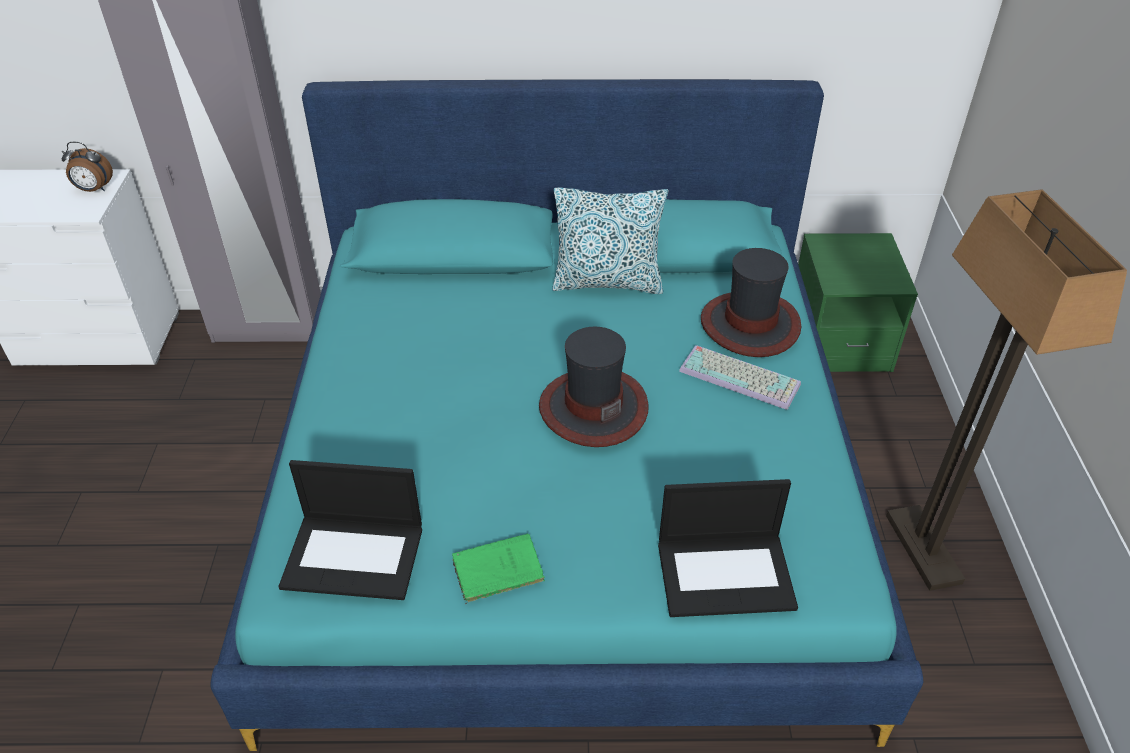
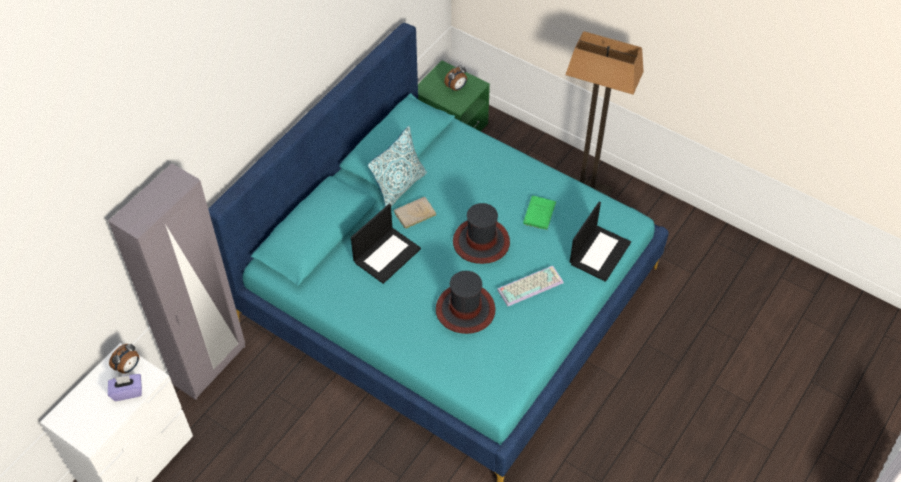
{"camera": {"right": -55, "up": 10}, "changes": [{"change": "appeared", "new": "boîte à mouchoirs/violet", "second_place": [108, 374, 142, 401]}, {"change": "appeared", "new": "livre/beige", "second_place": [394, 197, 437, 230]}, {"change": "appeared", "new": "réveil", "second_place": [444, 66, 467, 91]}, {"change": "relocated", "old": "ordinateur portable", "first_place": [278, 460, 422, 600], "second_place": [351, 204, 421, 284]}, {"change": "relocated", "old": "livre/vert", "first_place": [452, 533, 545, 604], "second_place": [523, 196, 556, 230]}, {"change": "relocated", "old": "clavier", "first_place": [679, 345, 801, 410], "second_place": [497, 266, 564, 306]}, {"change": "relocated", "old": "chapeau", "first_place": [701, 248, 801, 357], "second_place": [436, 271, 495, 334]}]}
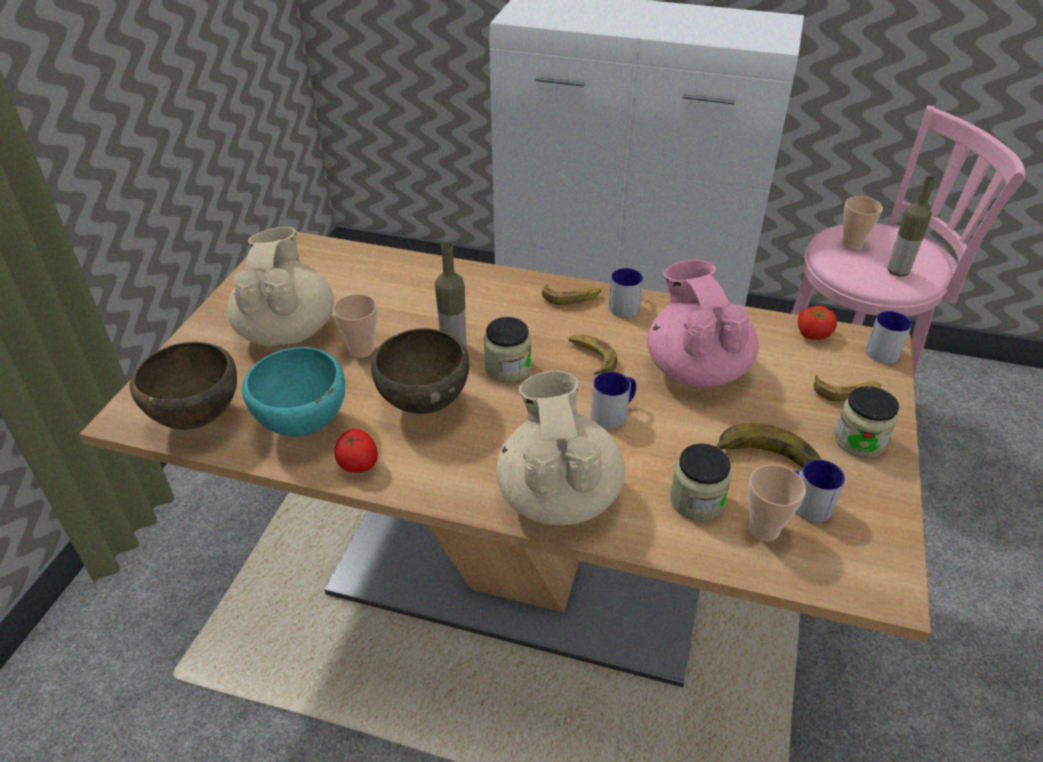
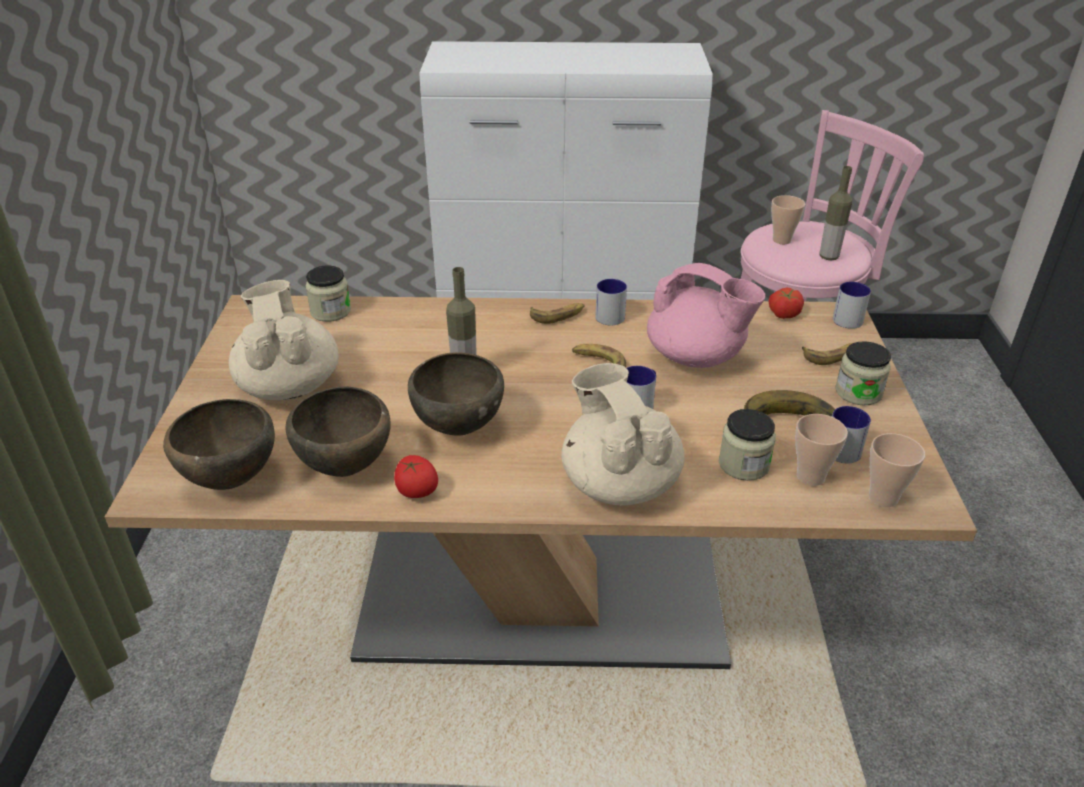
{"camera": {"right": -15, "up": -5}, "changes": [{"change": "relocated", "old": "tasse", "first_place": [333, 294, 377, 358], "second_place": [869, 433, 925, 507]}, {"change": "relocated", "old": "bocal", "first_place": [484, 317, 531, 382], "second_place": [305, 266, 351, 322]}, {"change": "colour", "old": "bol/turquoise", "new": "bol/marron", "first_place": [242, 347, 345, 437], "second_place": [286, 386, 391, 477]}, {"change": "spun", "old": "théière/rose", "first_place": [647, 260, 758, 387], "second_place": [647, 263, 765, 368], "degrees": 150}]}
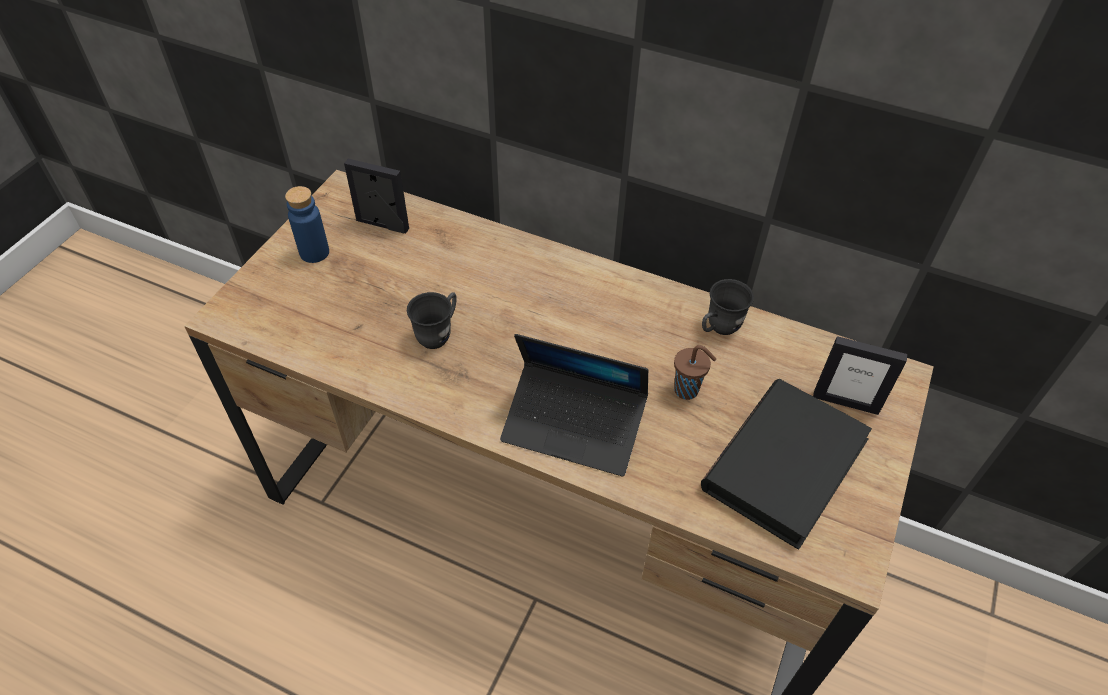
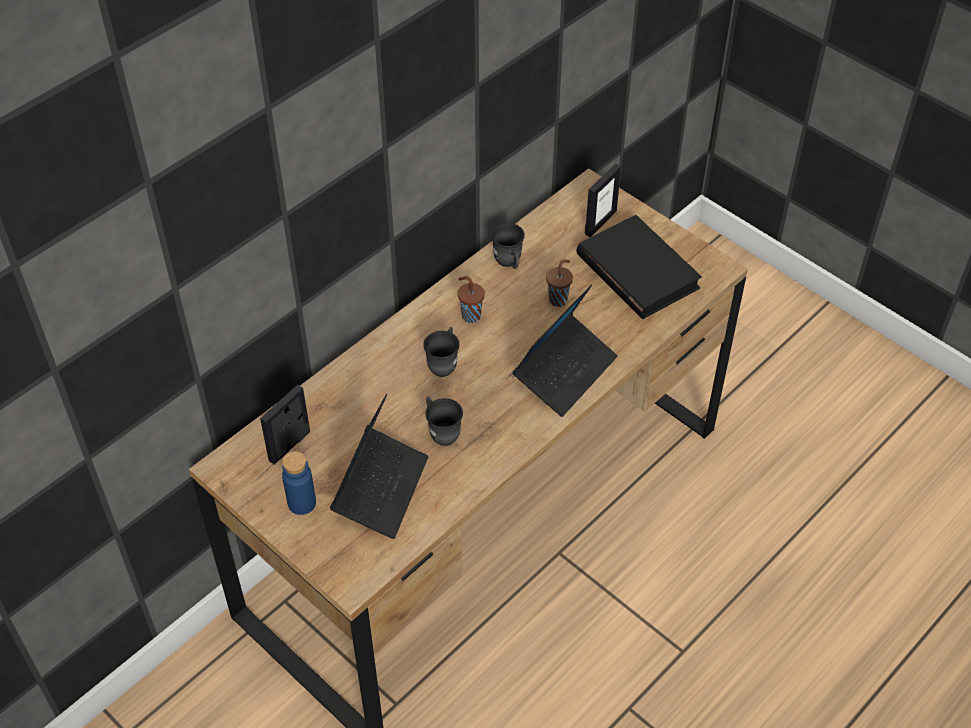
{"camera": {"right": -70, "up": 0}, "changes": [{"change": "appeared", "new": "ordinateur portable", "second_place": [330, 394, 428, 539]}, {"change": "appeared", "new": "mug/gris", "second_place": [423, 327, 460, 377]}, {"change": "appeared", "new": "tasse/marron", "second_place": [458, 276, 485, 323]}]}
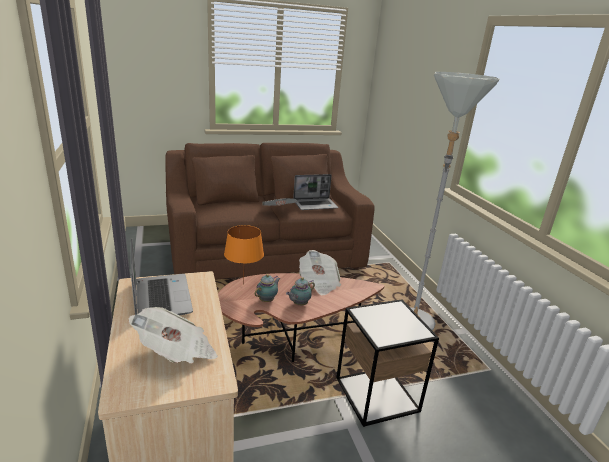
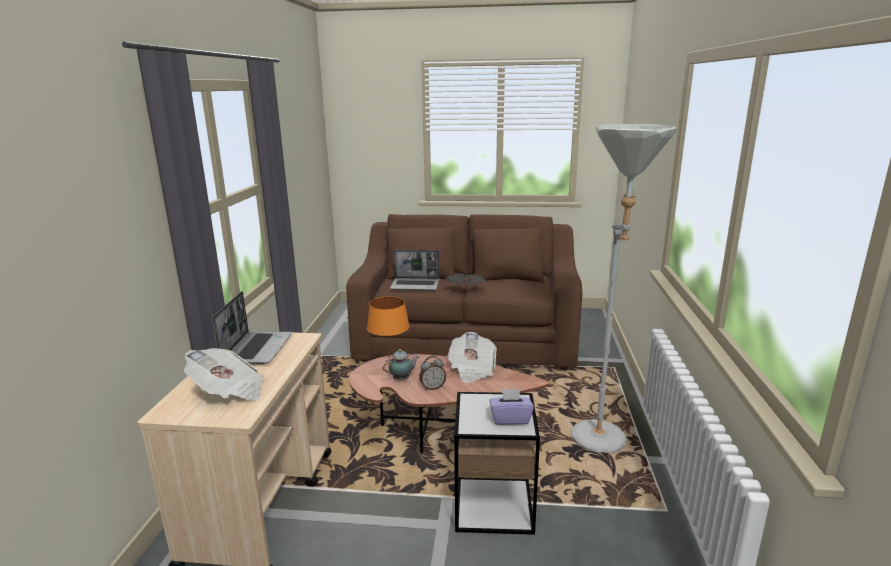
{"camera": {"right": 25, "up": -5}, "changes": [{"change": "appeared", "new": "boîte à mouchoirs/violet", "second_place": [490, 389, 534, 425]}, {"change": "relocated", "old": "ordinateur portable", "first_place": [293, 174, 338, 210], "second_place": [390, 250, 440, 290]}, {"change": "exchanged", "old": "théière", "new": "réveil", "first_place": [286, 277, 315, 305], "second_place": [419, 356, 446, 390]}]}
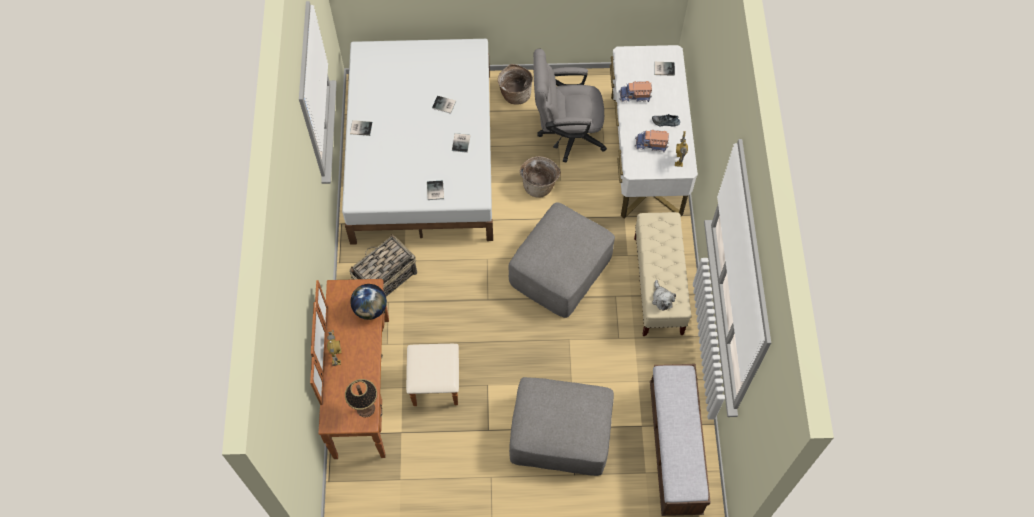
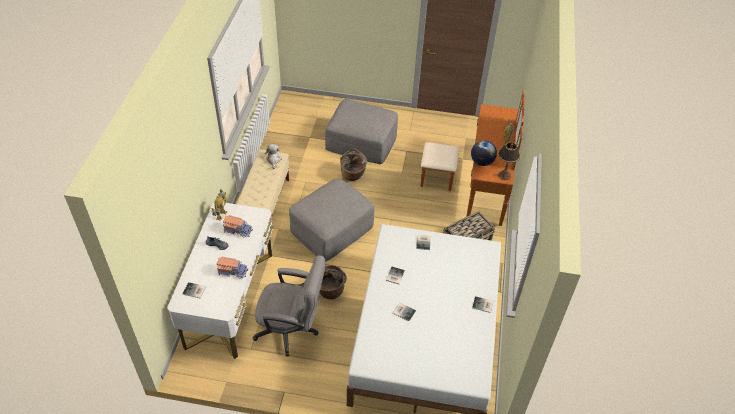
{"camera": {"right": -170, "up": -15}, "changes": [{"change": "missing", "old": "banc", "first_place": [650, 364, 711, 516]}, {"change": "relocated", "old": "lampe de table", "first_place": [345, 379, 377, 417], "second_place": [498, 142, 521, 180]}, {"change": "relocated", "old": "panier", "first_place": [498, 64, 533, 105], "second_place": [340, 149, 367, 181]}]}
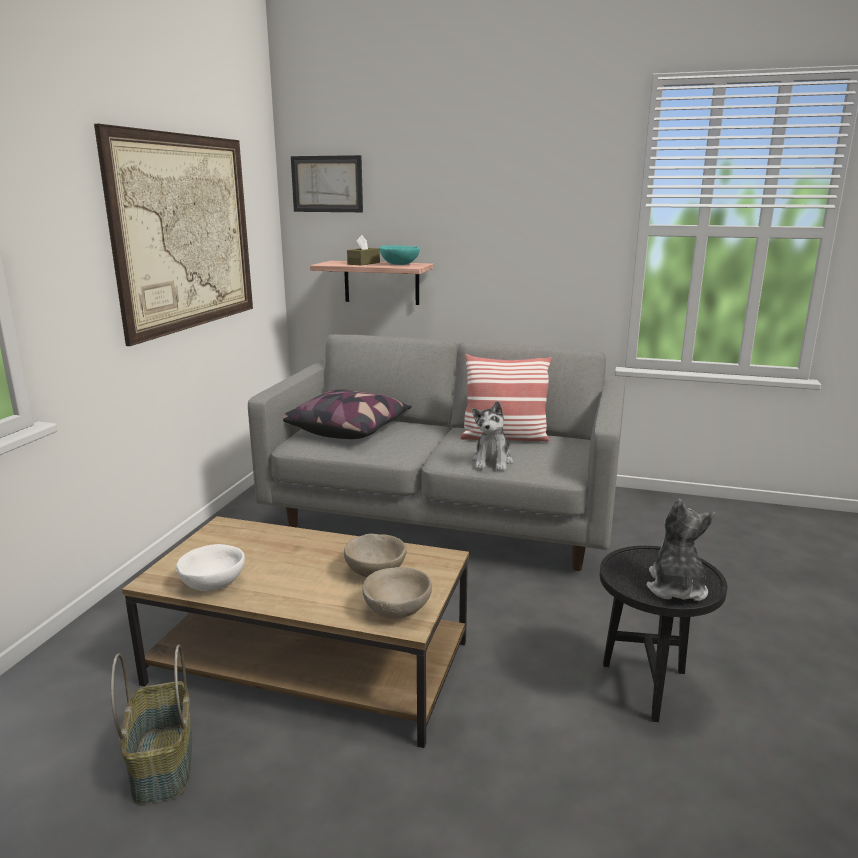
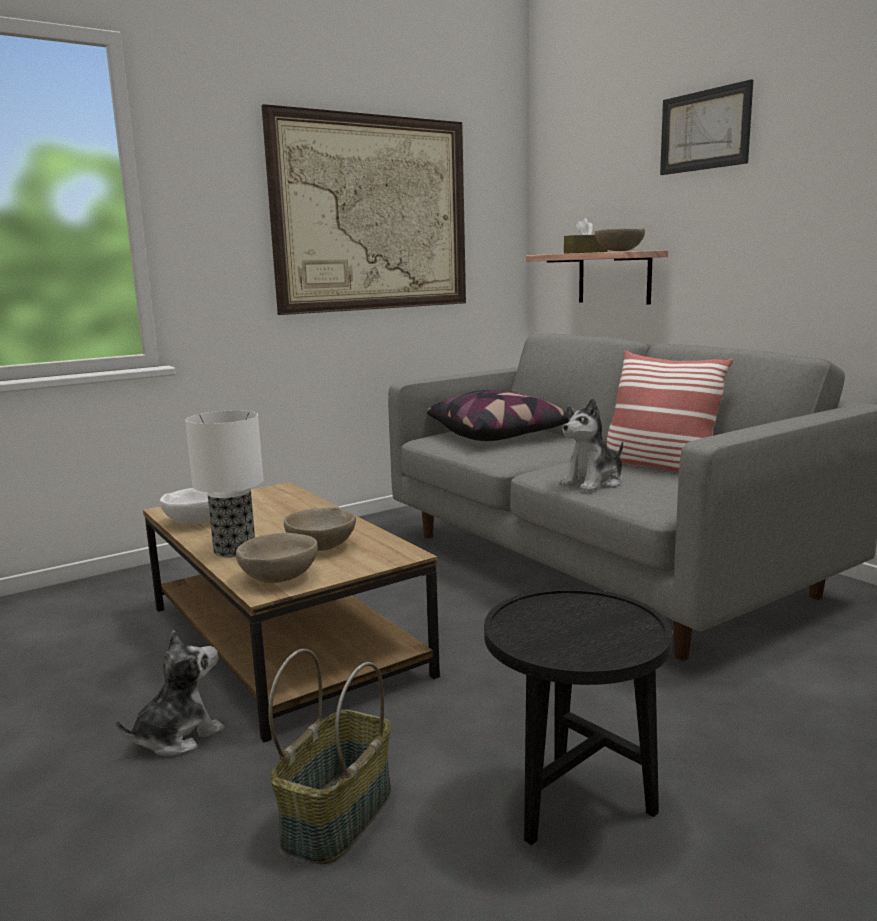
{"camera": {"right": 40, "up": -5}, "changes": [{"change": "appeared", "new": "lampe de table", "second_place": [185, 410, 264, 557]}, {"change": "relocated", "old": "panier", "first_place": [111, 645, 192, 805], "second_place": [268, 649, 391, 864]}, {"change": "relocated", "old": "tableau", "first_place": [291, 155, 363, 212], "second_place": [660, 79, 753, 175]}, {"change": "relocated", "old": "peluche", "first_place": [646, 499, 715, 601], "second_place": [116, 630, 224, 756]}, {"change": "colour", "old": "bol/turquoise", "new": "bol/beige", "first_place": [380, 245, 420, 265], "second_place": [595, 228, 645, 251]}]}
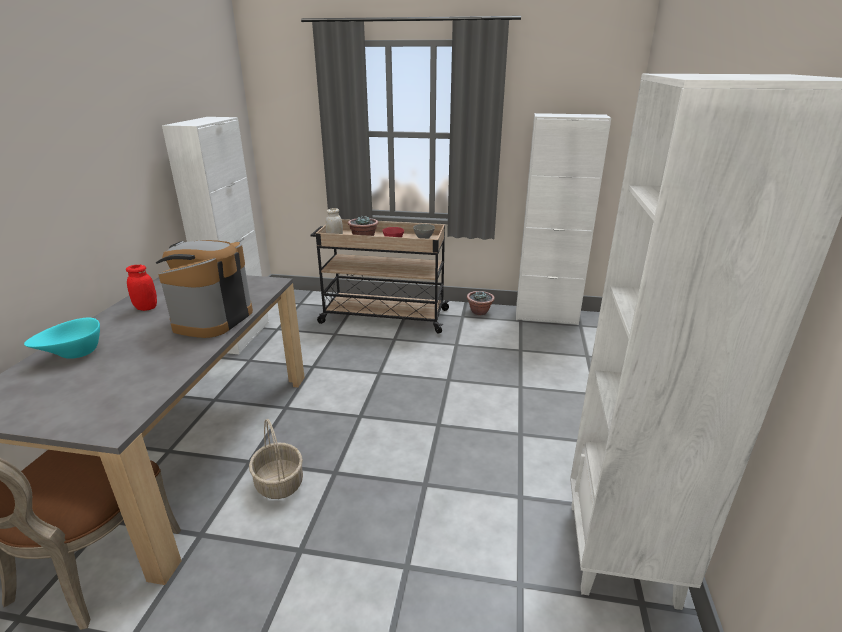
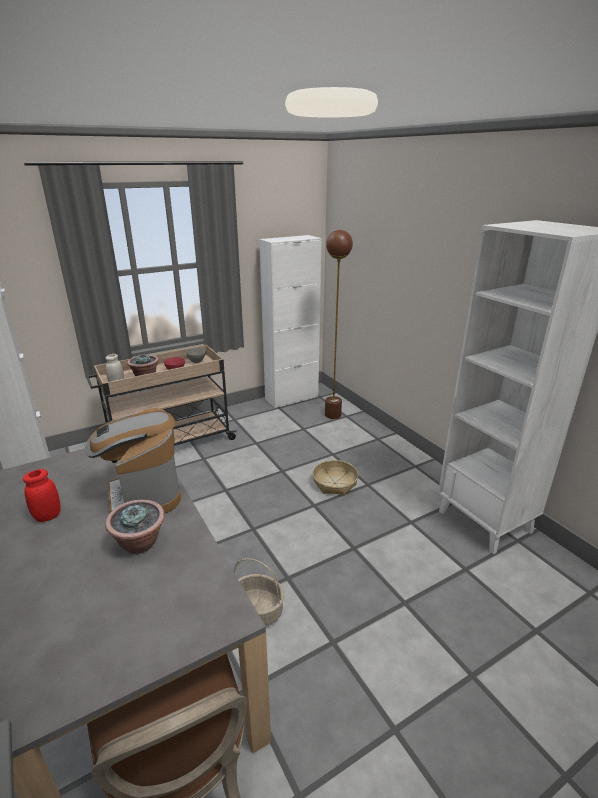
{"camera": {"right": -40, "up": 0}, "changes": [{"change": "missing", "old": "bol/turquoise", "first_place": [24, 318, 100, 359]}, {"change": "appeared", "new": "panier", "second_place": [312, 460, 358, 496]}, {"change": "appeared", "new": "lampadaire/marron", "second_place": [325, 230, 353, 419]}, {"change": "relocated", "old": "plante en pot", "first_place": [467, 291, 495, 315], "second_place": [105, 499, 165, 554]}]}
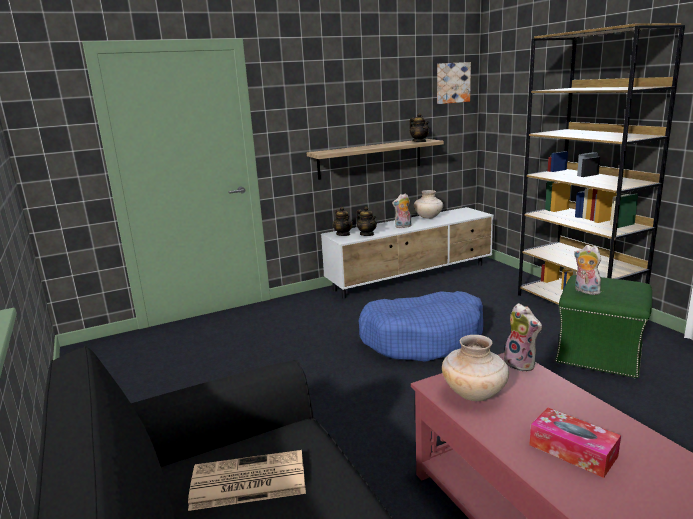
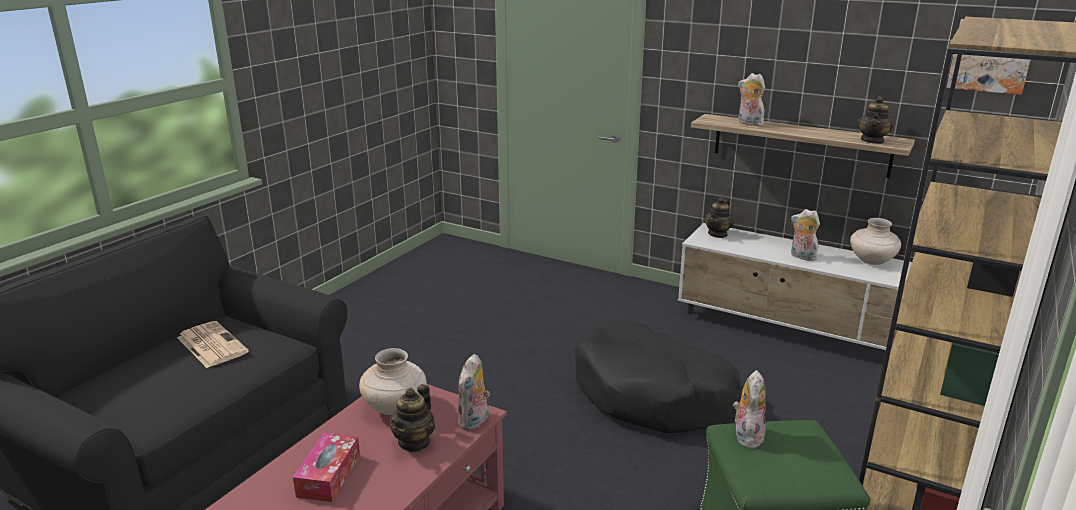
{"camera": {"right": 55, "up": 5}, "changes": [{"change": "appeared", "new": "peluche", "second_place": [738, 73, 767, 126]}, {"change": "relocated", "old": "théière", "first_place": [357, 206, 377, 236], "second_place": [390, 384, 435, 452]}, {"change": "colour", "old": "panier pour chien/bleu", "new": "panier pour chien/noir", "first_place": [359, 291, 483, 362], "second_place": [575, 320, 741, 433]}]}
